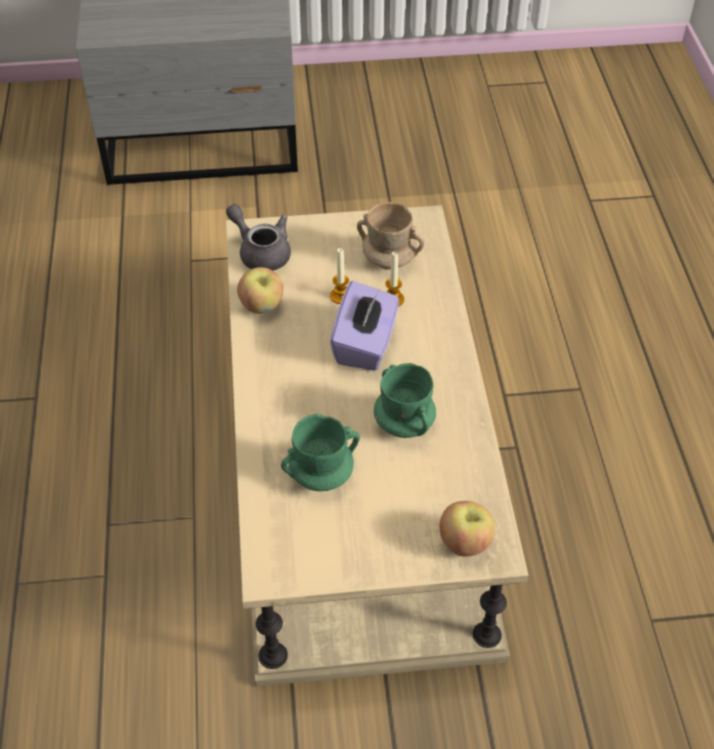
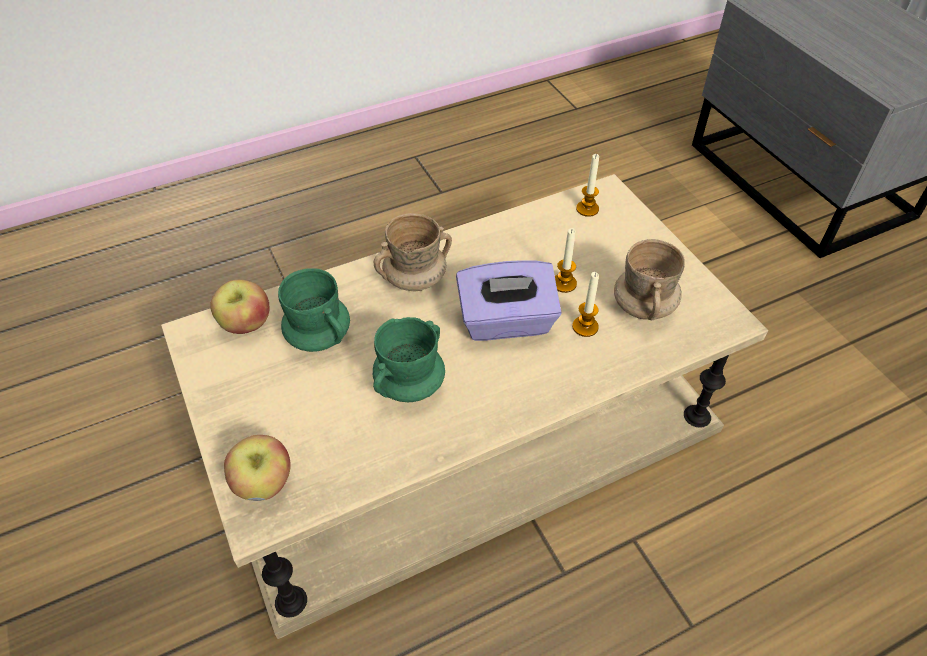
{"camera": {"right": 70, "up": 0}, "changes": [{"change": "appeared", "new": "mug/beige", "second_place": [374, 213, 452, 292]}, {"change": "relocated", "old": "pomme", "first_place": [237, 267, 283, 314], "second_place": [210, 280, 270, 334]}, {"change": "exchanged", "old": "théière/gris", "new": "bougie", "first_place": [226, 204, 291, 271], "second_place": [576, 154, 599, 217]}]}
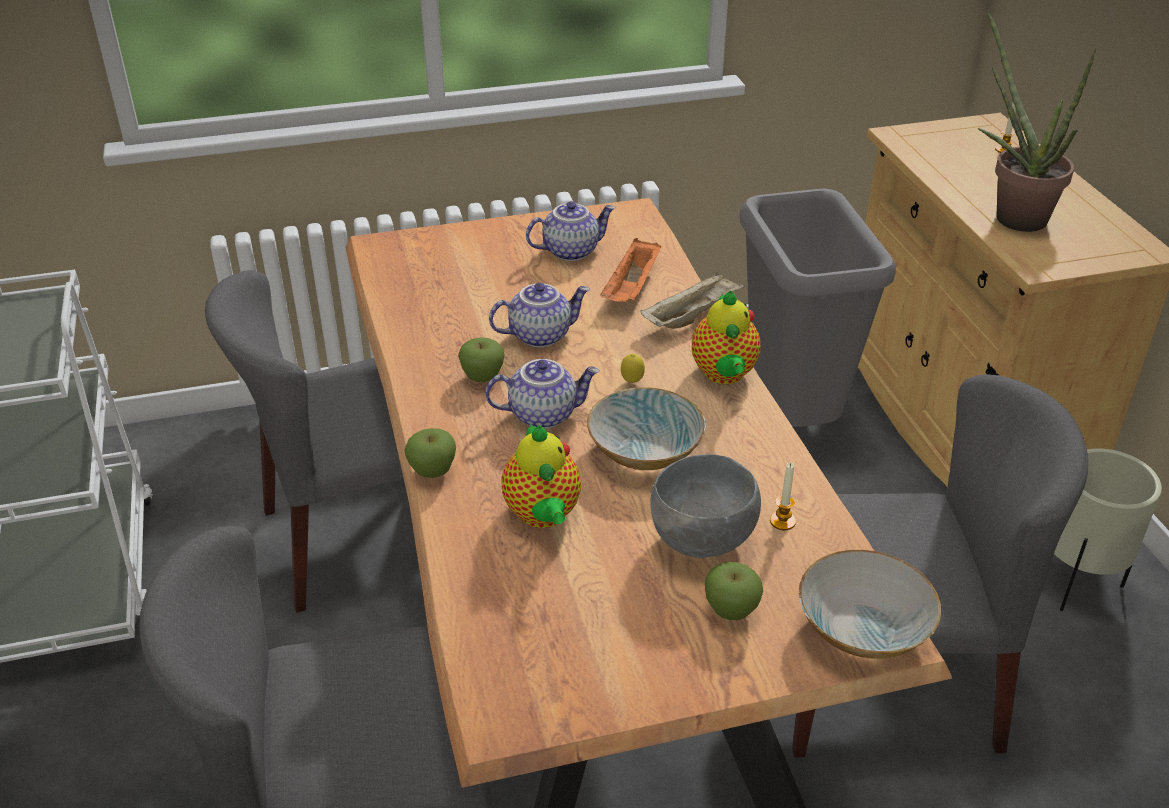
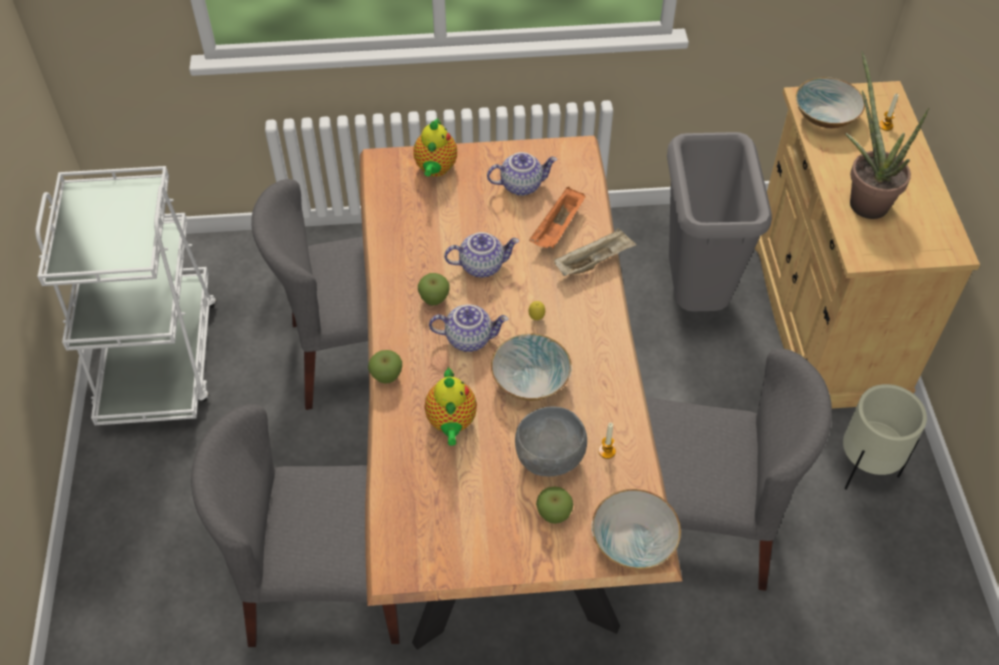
{"camera": {"right": 10, "up": 15}, "changes": [{"change": "appeared", "new": "bol", "second_place": [795, 77, 865, 128]}, {"change": "relocated", "old": "théière", "first_place": [692, 291, 761, 385], "second_place": [413, 117, 457, 177]}]}
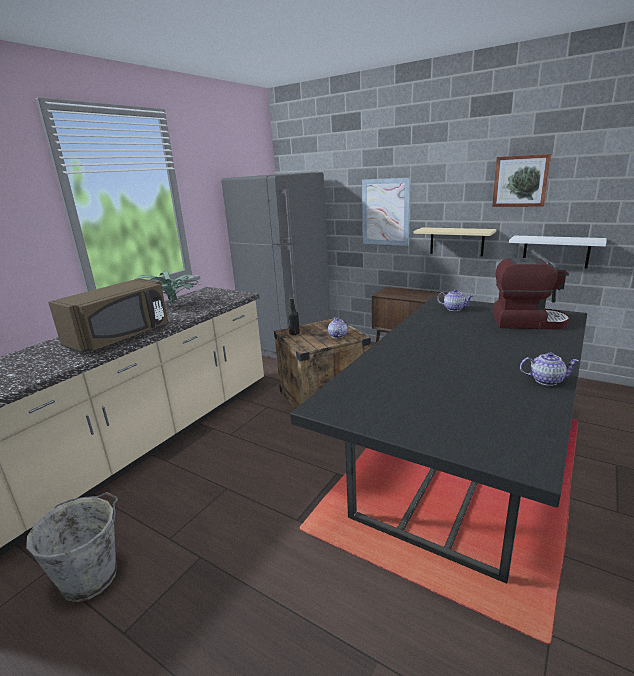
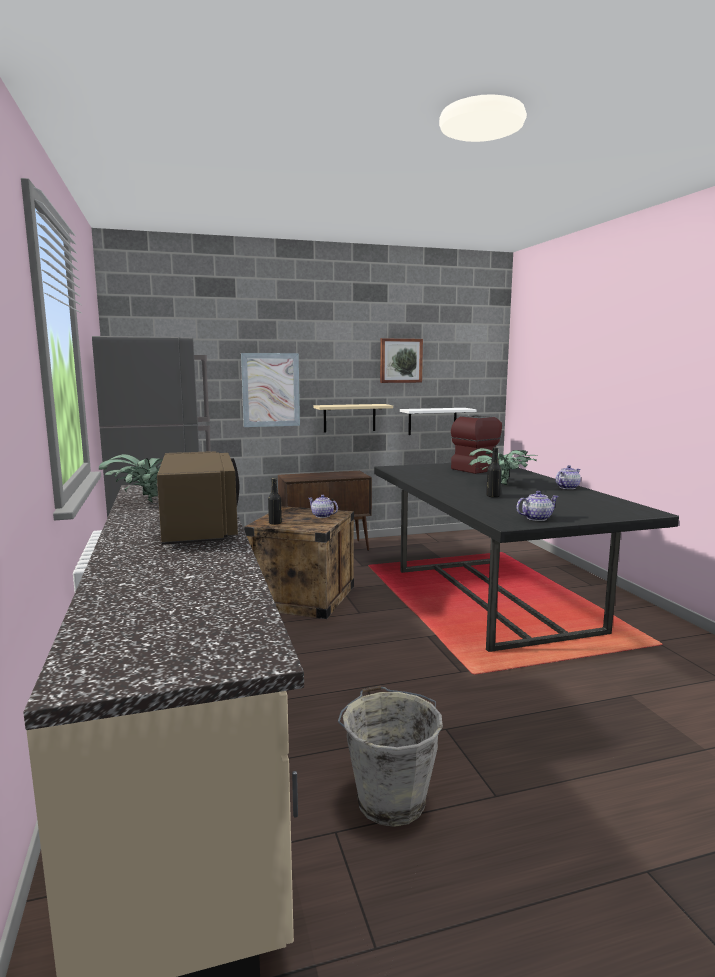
{"camera": {"right": -50, "up": -10}, "changes": [{"change": "appeared", "new": "plante en pot", "second_place": [469, 448, 539, 485]}, {"change": "appeared", "new": "bouteille/noir", "second_place": [486, 447, 502, 498]}, {"change": "relocated", "old": "théière", "first_place": [437, 289, 473, 311], "second_place": [516, 491, 559, 521]}]}
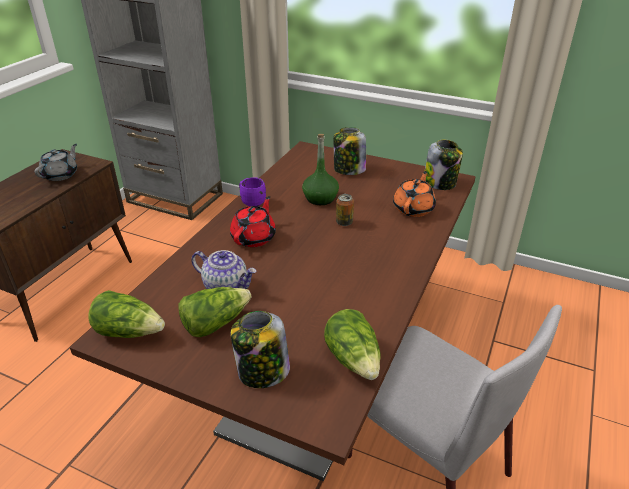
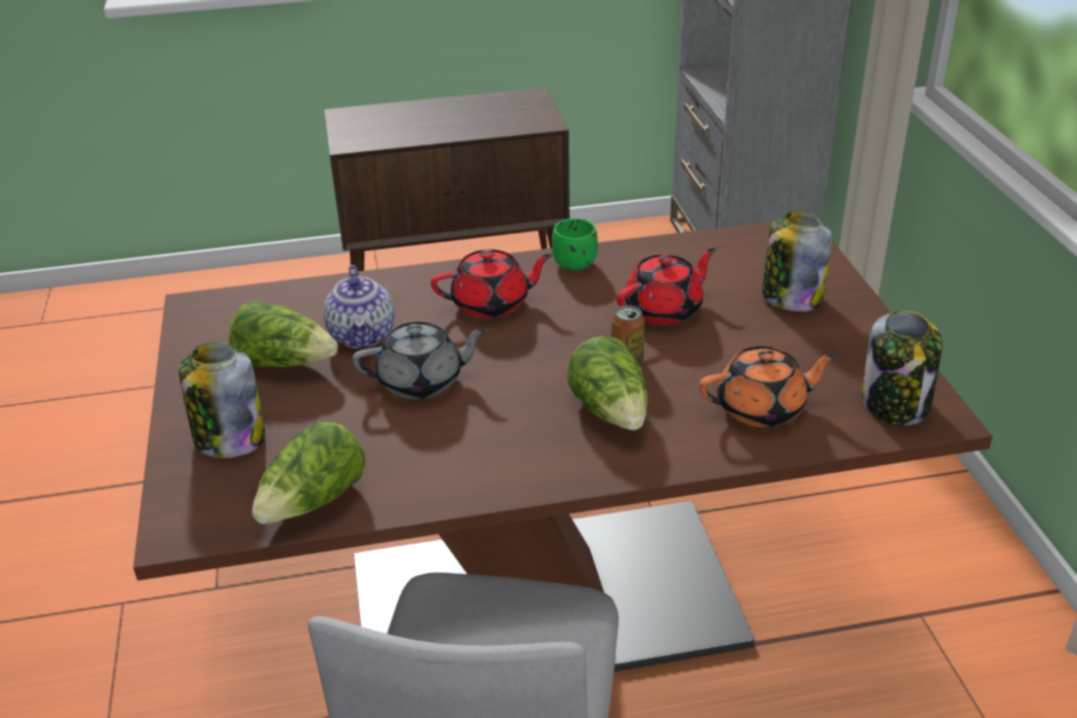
{"camera": {"right": 55, "up": 0}, "changes": [{"change": "relocated", "old": "théière/gris", "first_place": [34, 144, 77, 181], "second_place": [352, 322, 488, 399]}, {"change": "relocated", "old": "laitue", "first_place": [88, 290, 165, 338], "second_place": [567, 336, 648, 430]}, {"change": "exchanged", "old": "bouteille/vert", "new": "théière/rouge", "first_place": [302, 134, 339, 205], "second_place": [617, 248, 716, 325]}, {"change": "colour", "old": "mug/violet", "new": "mug/vert", "first_place": [239, 177, 266, 206], "second_place": [552, 218, 598, 271]}]}
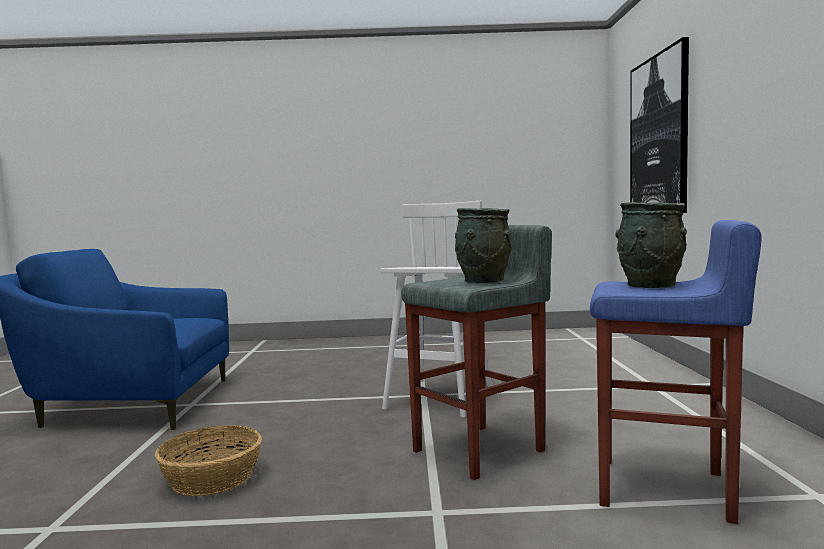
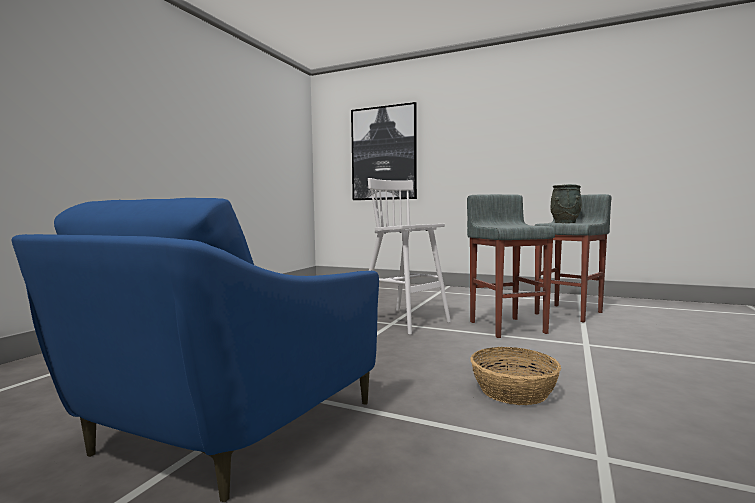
{"camera": {"right": -65, "up": 0}, "changes": [{"change": "missing", "old": "vase/gris", "first_place": [455, 208, 511, 283]}, {"change": "colour", "old": "tabouret/bleu", "new": "tabouret/gris", "first_place": [590, 220, 762, 524], "second_place": [534, 194, 612, 322]}]}
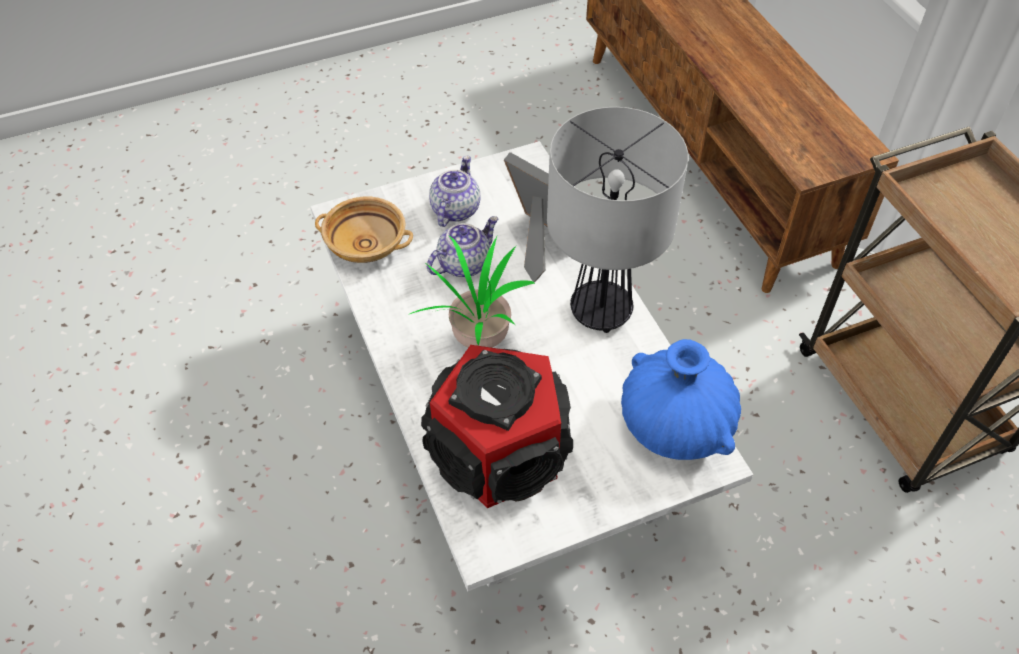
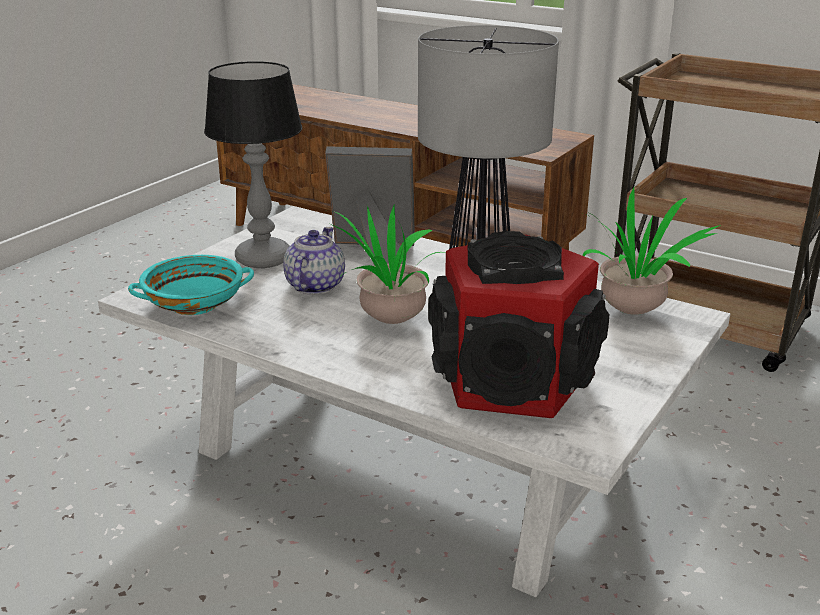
{"camera": {"right": -35, "up": -25}, "changes": [{"change": "exchanged", "old": "théière", "new": "lampe de table", "first_place": [429, 155, 480, 227], "second_place": [204, 61, 302, 268]}, {"change": "exchanged", "old": "vase/bleu", "new": "plante en pot", "first_place": [621, 339, 741, 460], "second_place": [582, 187, 720, 315]}, {"change": "colour", "old": "bol/beige", "new": "bol/turquoise", "first_place": [315, 197, 413, 263], "second_place": [128, 255, 254, 315]}]}
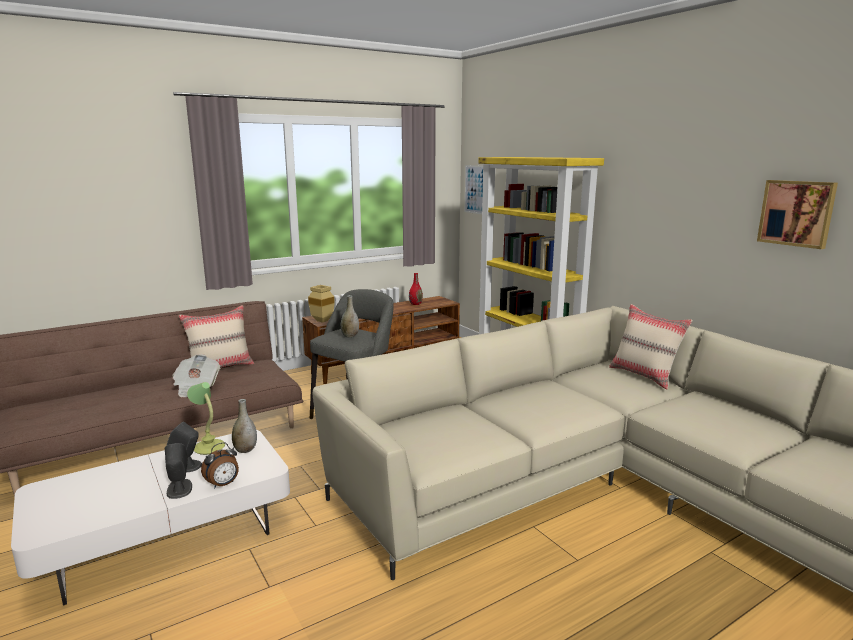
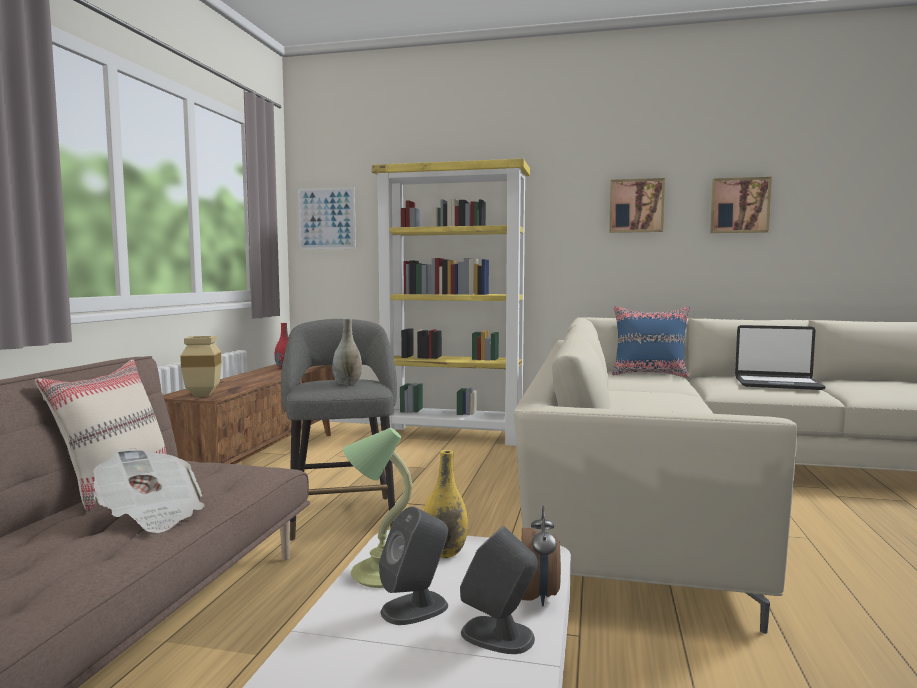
{"camera": {"right": -45, "up": -10}, "changes": [{"change": "appeared", "new": "tableau", "second_place": [609, 178, 665, 233]}, {"change": "appeared", "new": "ordinateur portable", "second_place": [735, 325, 826, 390]}, {"change": "colour", "old": "vase/gris", "new": "vase/jaune", "first_place": [232, 399, 257, 453], "second_place": [424, 450, 468, 558]}, {"change": "colour", "old": "coussin/beige", "new": "coussin/bleu", "first_place": [609, 304, 693, 390], "second_place": [612, 306, 690, 378]}]}
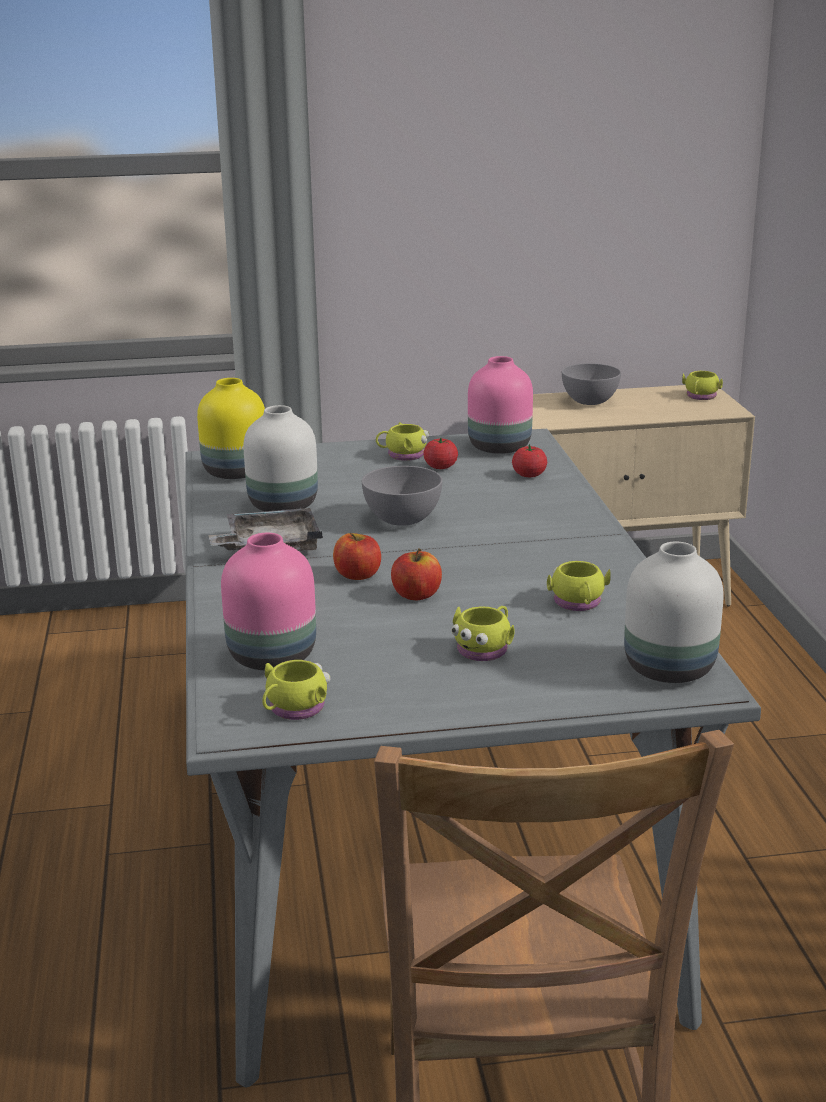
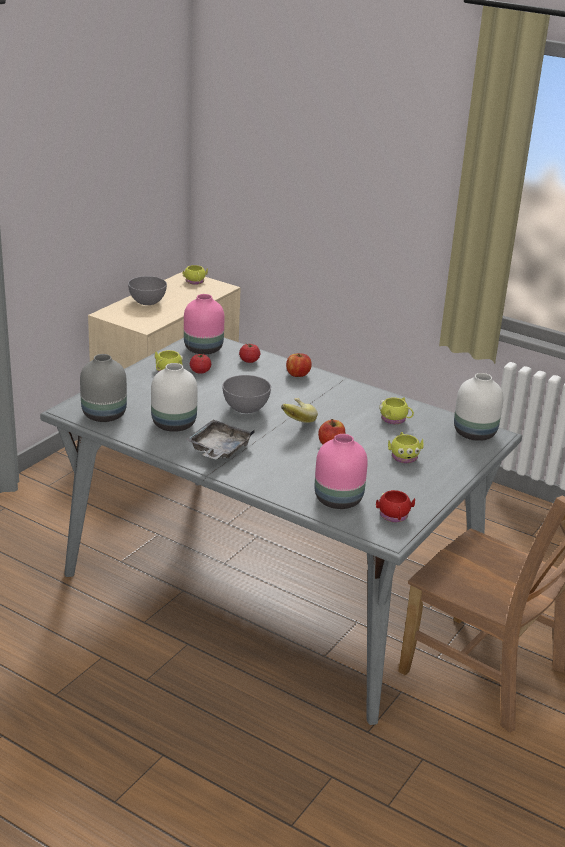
{"camera": {"right": -50, "up": 5}, "changes": [{"change": "appeared", "new": "banane", "second_place": [281, 398, 318, 423]}, {"change": "relocated", "old": "pomme", "first_place": [333, 533, 381, 580], "second_place": [286, 353, 312, 377]}, {"change": "colour", "old": "vase/jaune", "new": "vase/gris", "first_place": [197, 378, 265, 479], "second_place": [80, 354, 127, 422]}, {"change": "colour", "old": "mug/jaune", "new": "mug/rouge", "first_place": [262, 660, 330, 720], "second_place": [376, 490, 415, 522]}]}
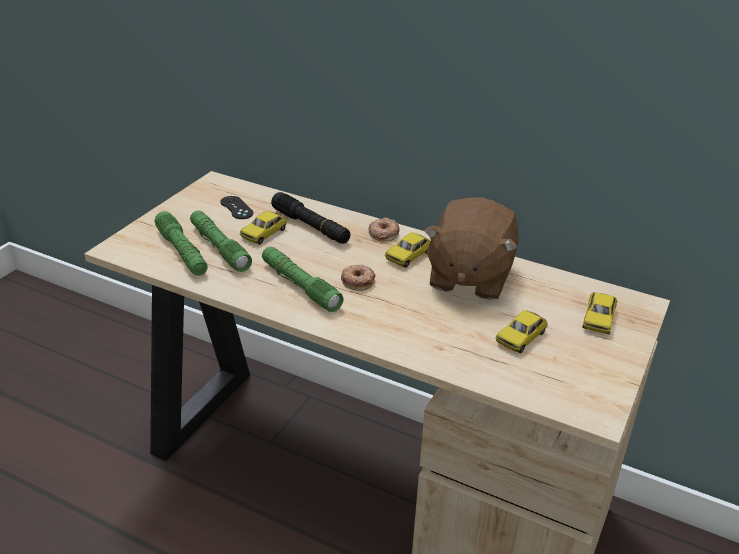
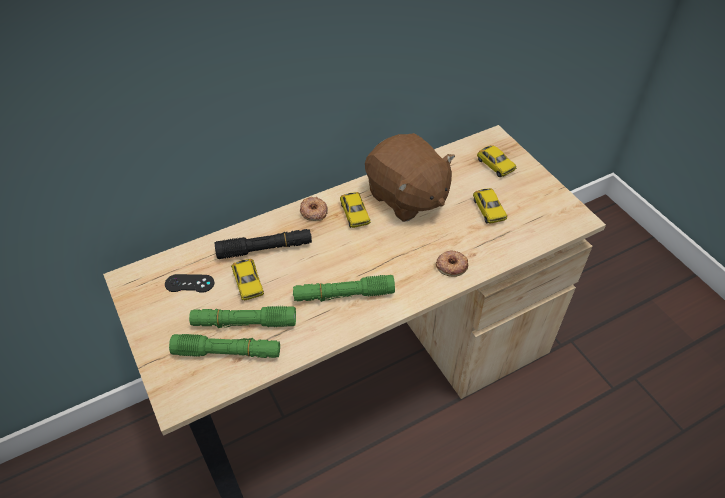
{"camera": {"right": -55, "up": 15}, "changes": [{"change": "relocated", "old": "beignet", "first_place": [341, 264, 376, 291], "second_place": [436, 250, 468, 277]}]}
